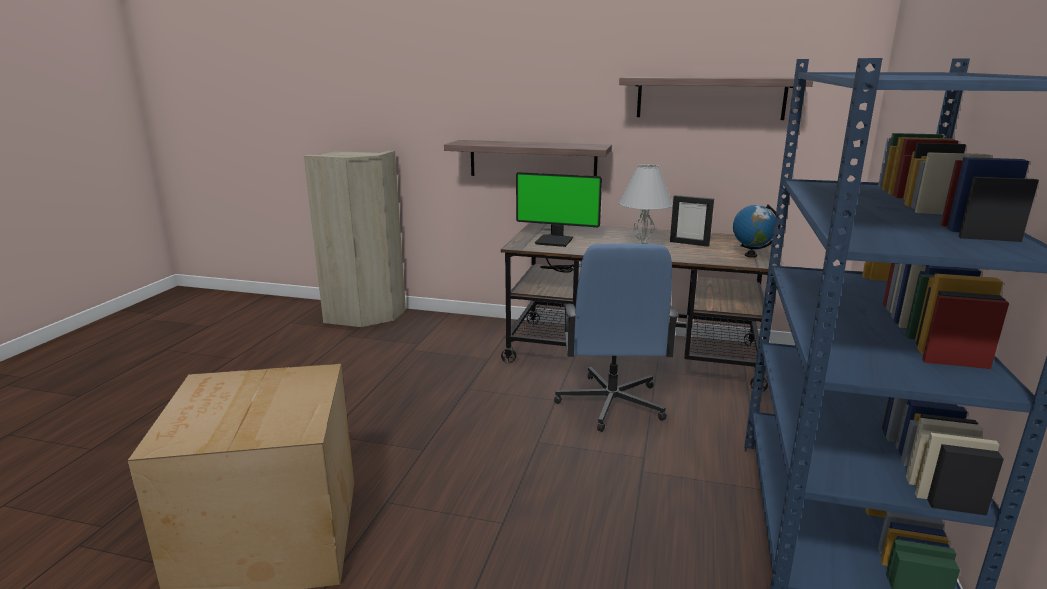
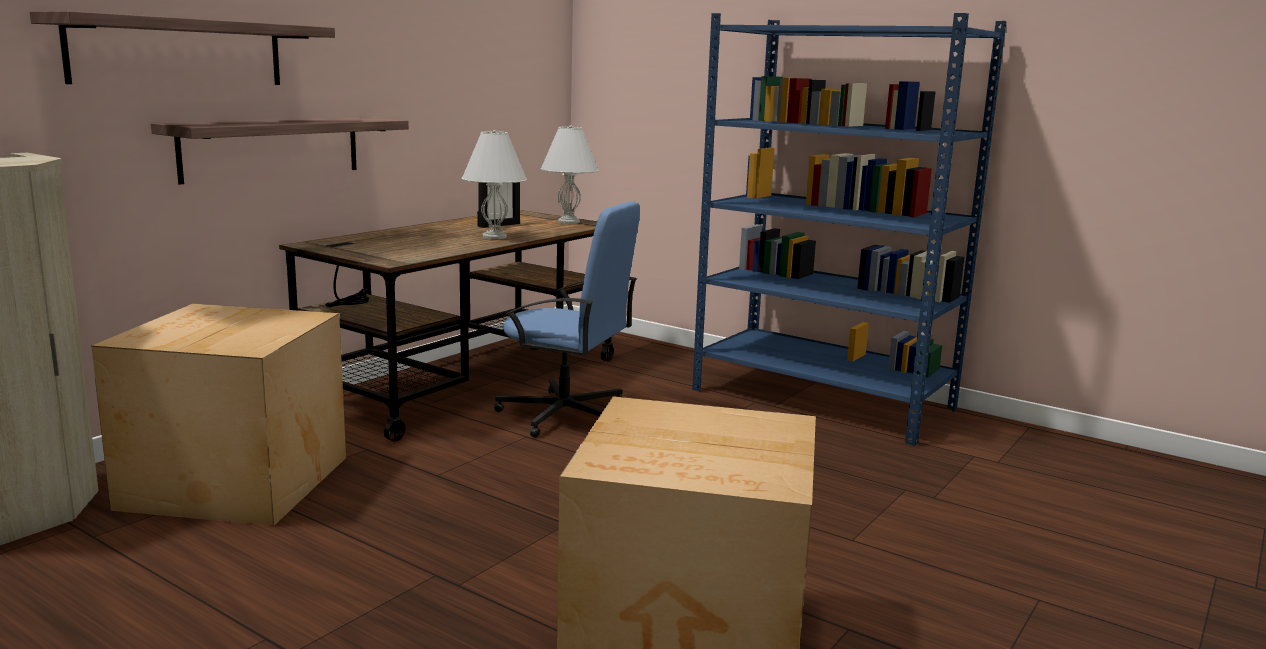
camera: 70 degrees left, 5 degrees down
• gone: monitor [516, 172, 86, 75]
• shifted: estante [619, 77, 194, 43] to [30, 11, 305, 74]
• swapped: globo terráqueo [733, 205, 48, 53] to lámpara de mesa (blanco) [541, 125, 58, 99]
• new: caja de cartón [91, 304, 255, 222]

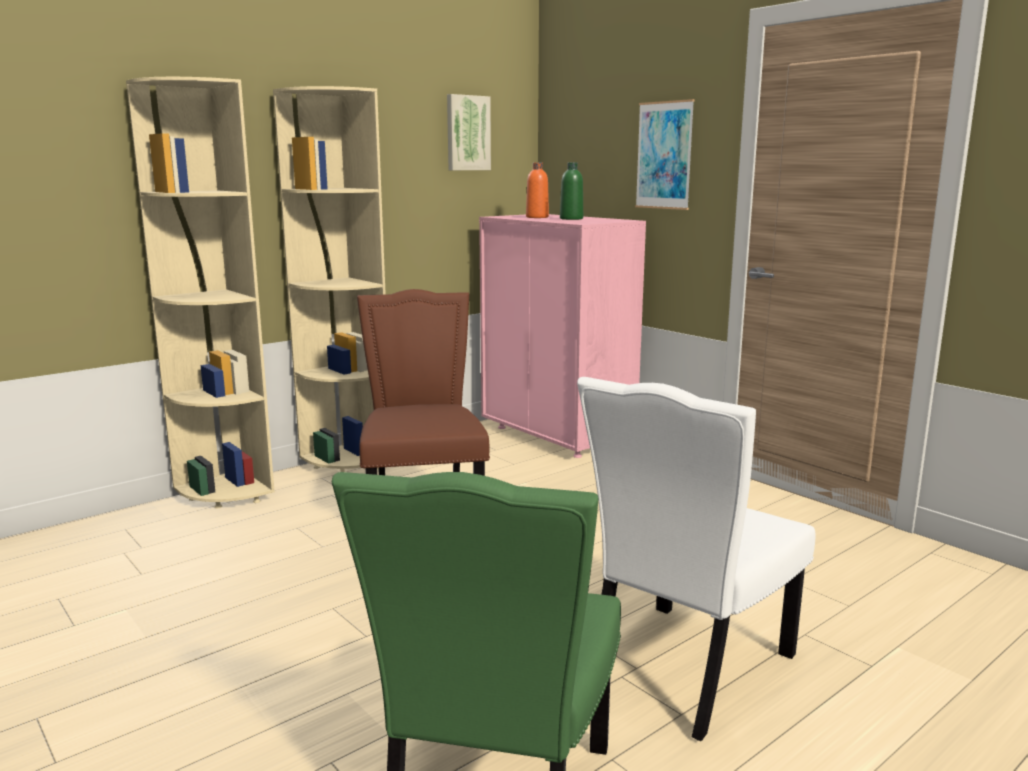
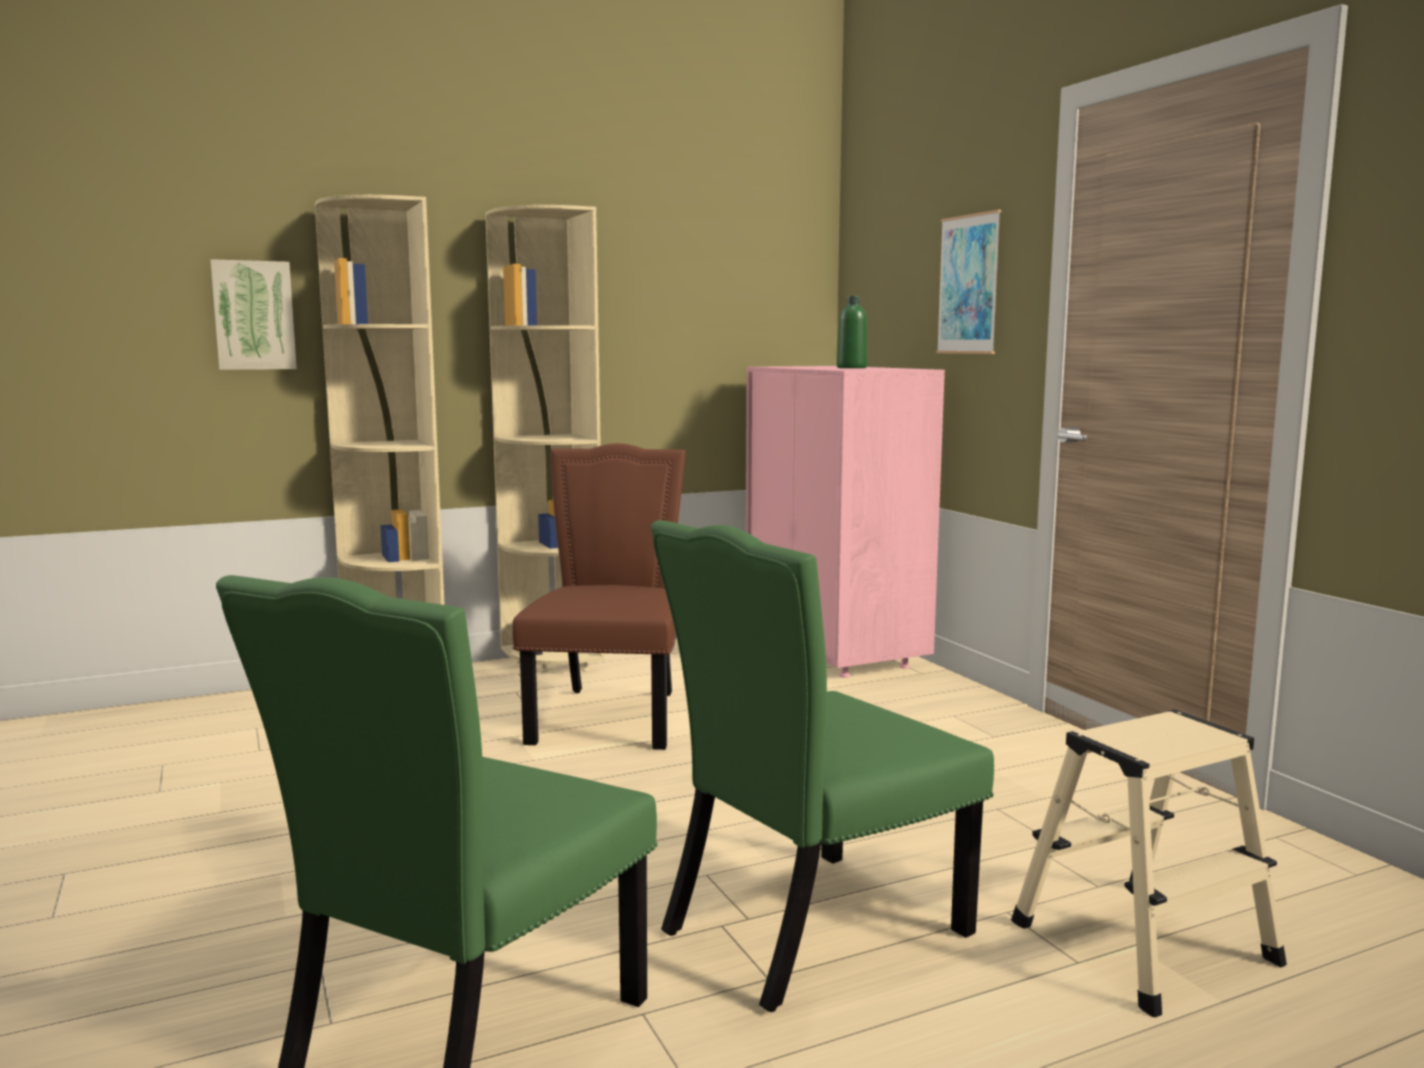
camera: 15 degrees right, 5 degrees down
• shifted: cuadro [447, 94, 44, 76] to [210, 259, 87, 111]
• gone: botella (naranja) [526, 162, 23, 56]
• repainted: silla (blanco) [577, 377, 239, 364] to silla (verde) [651, 520, 343, 492]
• new: escalera de tijera (beis) [1011, 709, 276, 308]

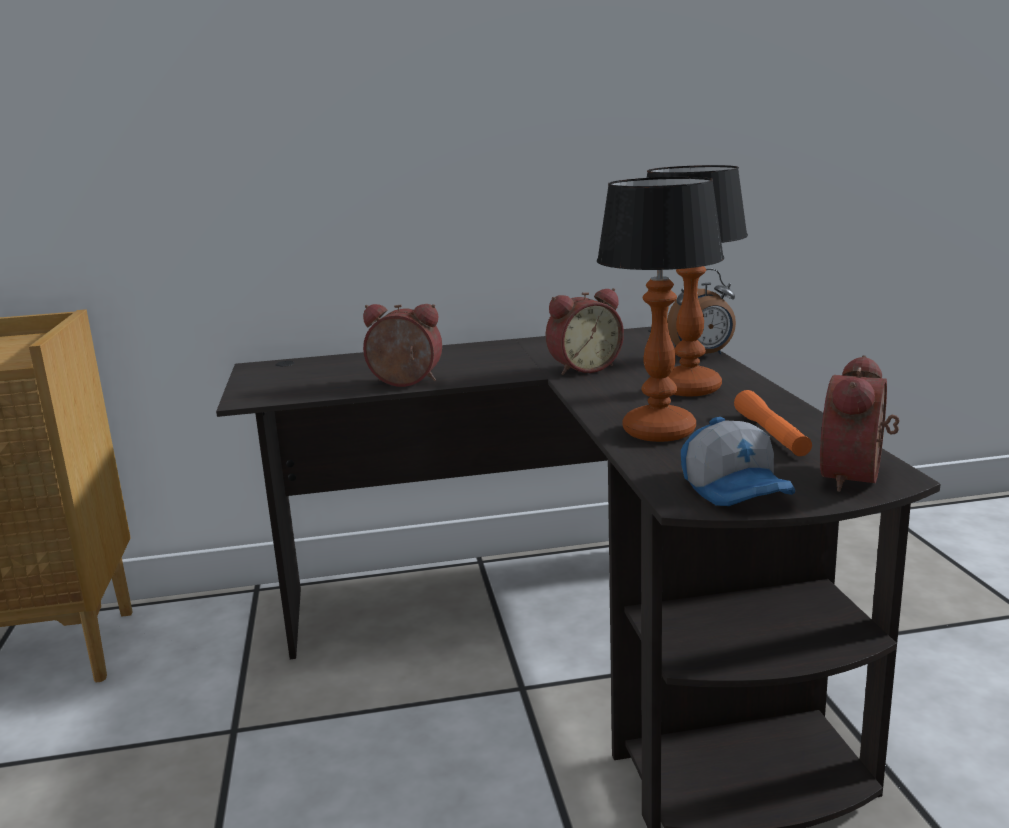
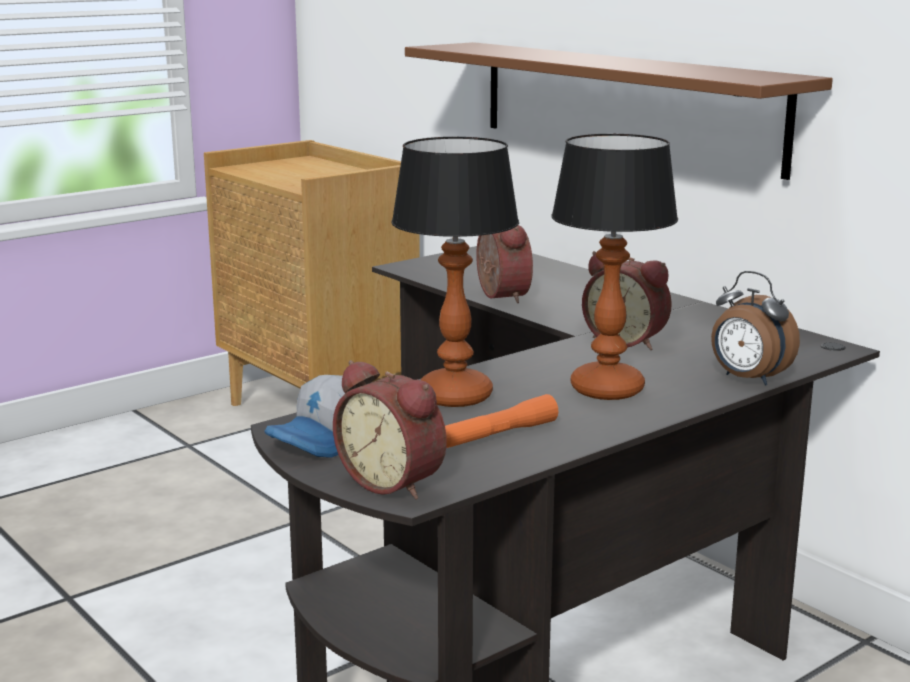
camera: 60 degrees right, 0 degrees up
• rotated: despertador [820, 355, 80, 137] = [333, 360, 114, 140] 135 degrees counterclockwise
• new: estante (marrón) [405, 42, 428, 138]

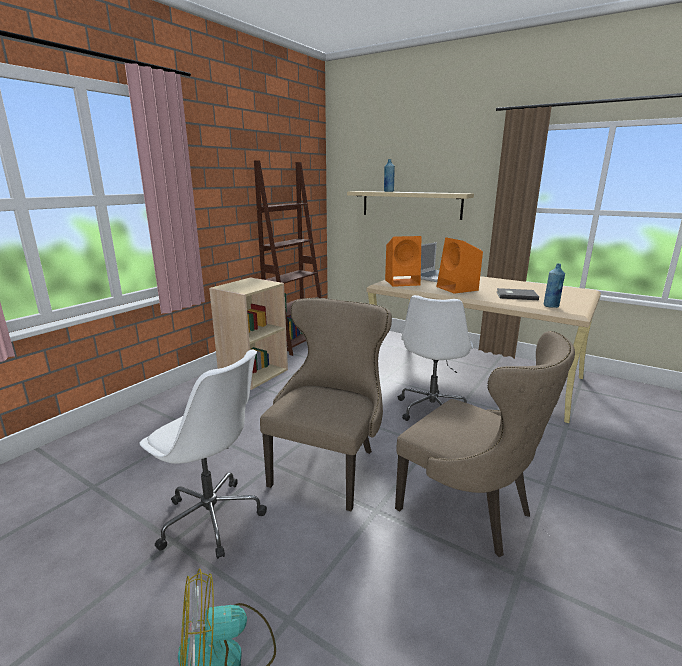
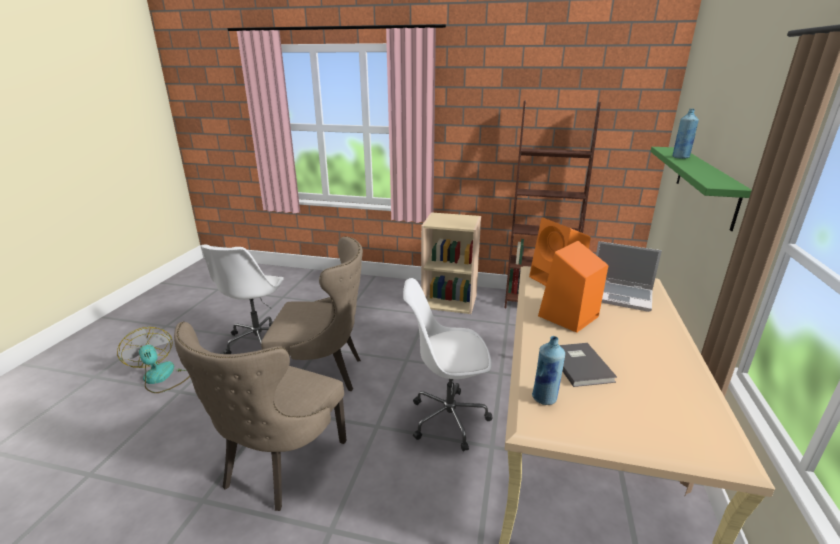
camera: 70 degrees right, 5 degrees up
• repainted: estante (beis) [347, 191, 127, 29] to estante (verde) [650, 147, 102, 84]

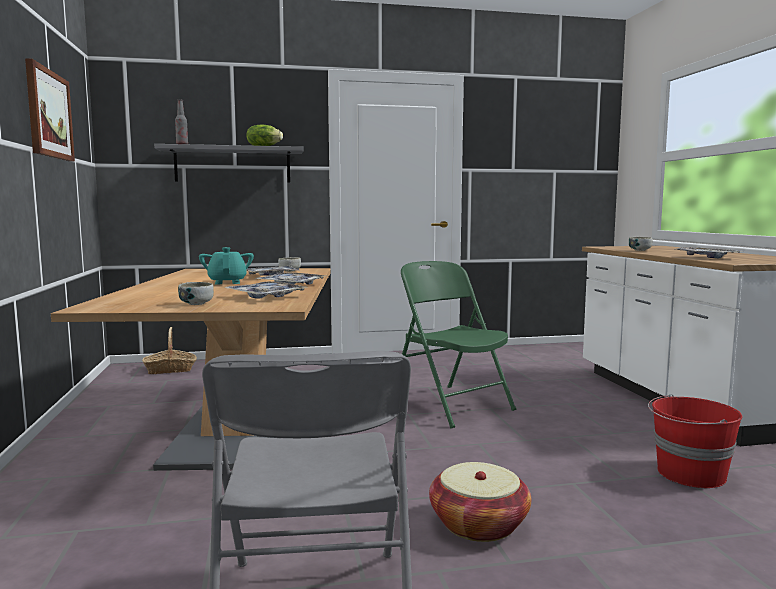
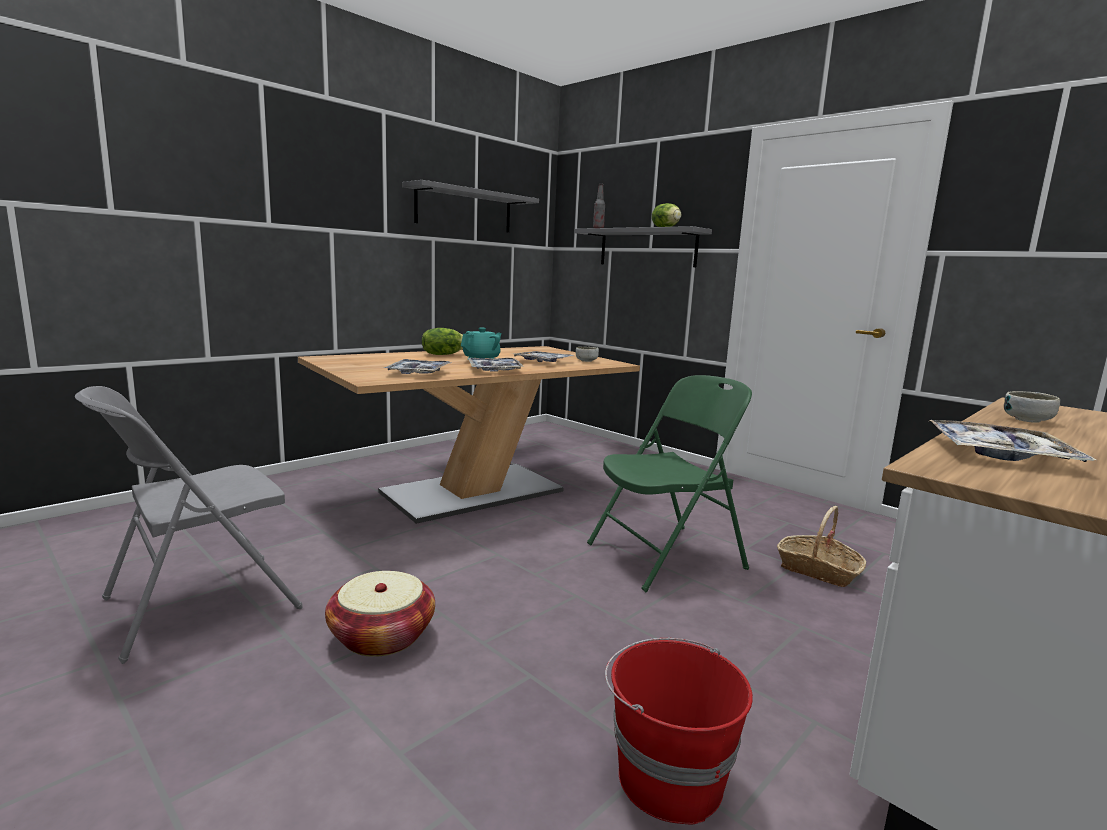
camera: 55 degrees right, 5 degrees up
• swapped: cuadro [25, 58, 50, 104] to estante (gris) [402, 180, 137, 53]
• shifted: cesta [142, 327, 55, 47] to [777, 506, 89, 81]
• gone: cuenco [178, 282, 36, 23]
• rotated: silla (verde) [401, 261, 115, 167] = [587, 375, 165, 217] 45 degrees clockwise
• new: lechuga [421, 328, 42, 27]

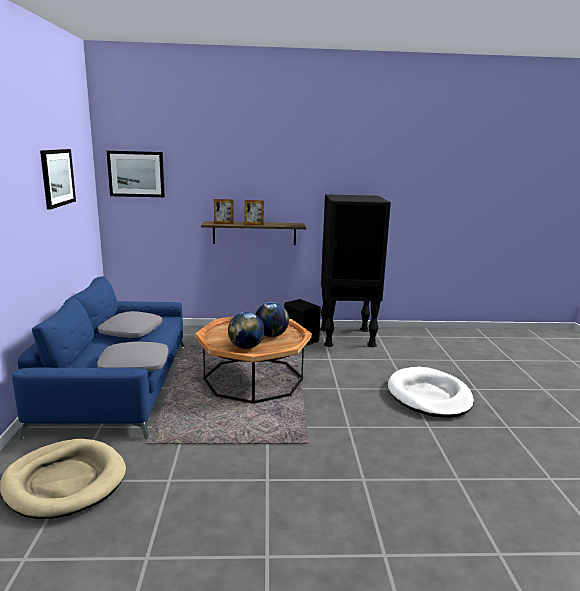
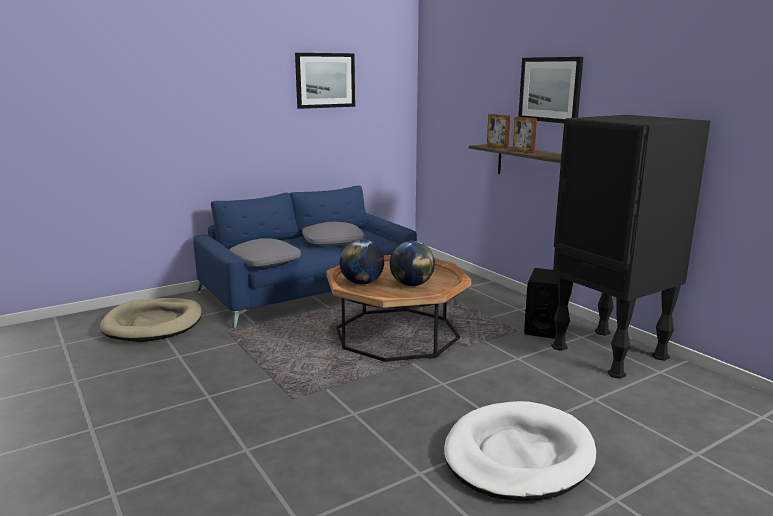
camera: 60 degrees right, 0 degrees up
• shifted: cuadro [107, 151, 58, 46] to [518, 57, 65, 66]

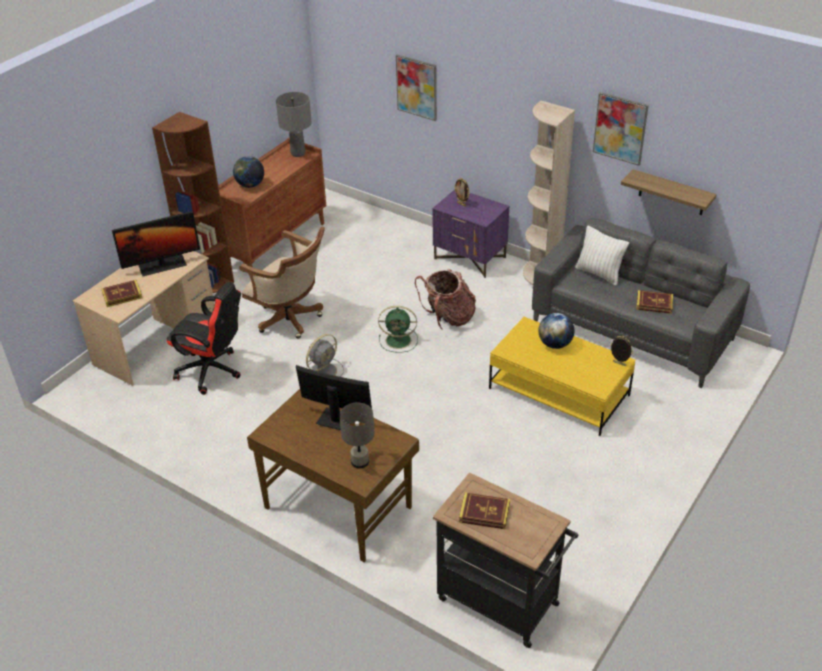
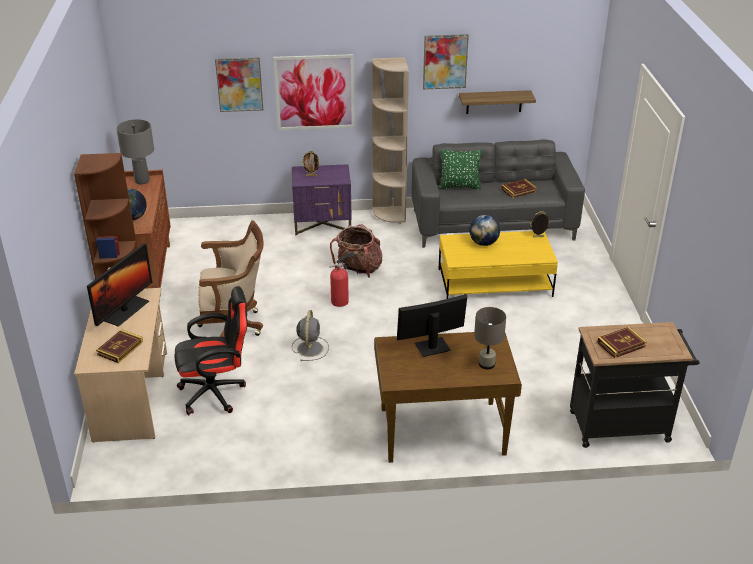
camera: 40 degrees left, 5 degrees down
• swapped: ventilador (verde) [378, 306, 40, 47] to extintor [329, 252, 26, 55]
• repainted: cojín (blanco) [575, 225, 54, 61] to cojín (verde) [440, 150, 42, 39]
• new: cuadro [273, 54, 82, 76]

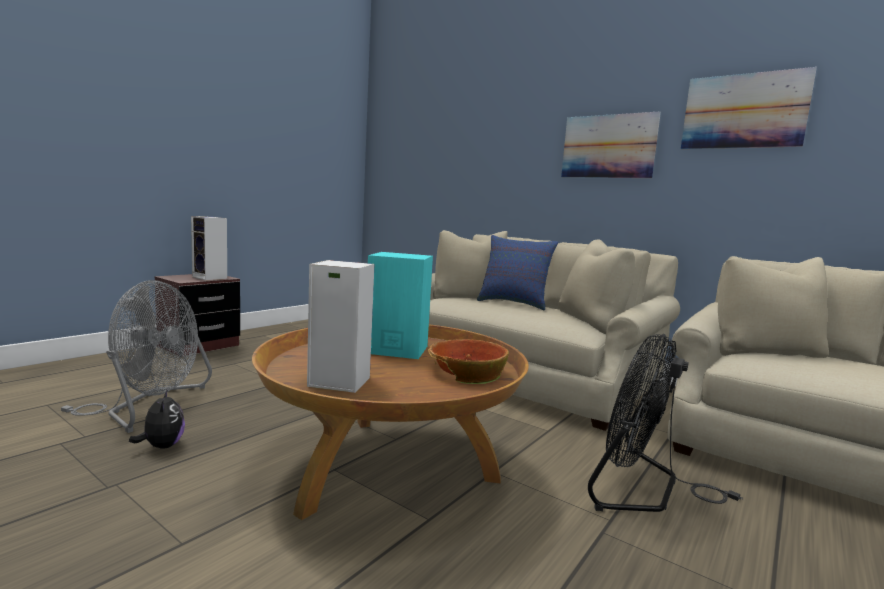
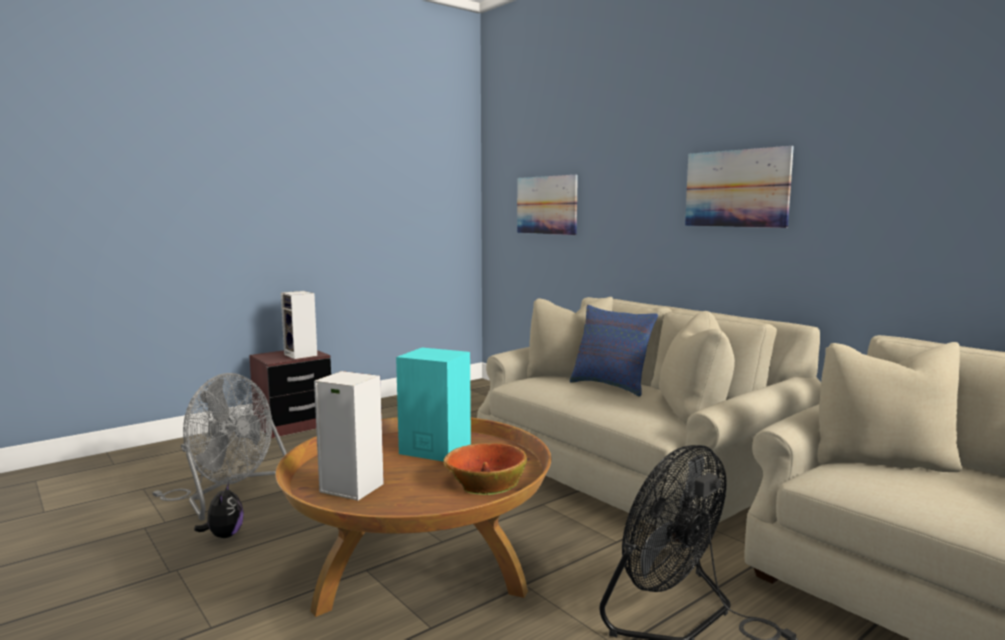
camera: 15 degrees right, 0 degrees up
• shifted: cuadro [681, 67, 136, 82] to [517, 175, 61, 60]

